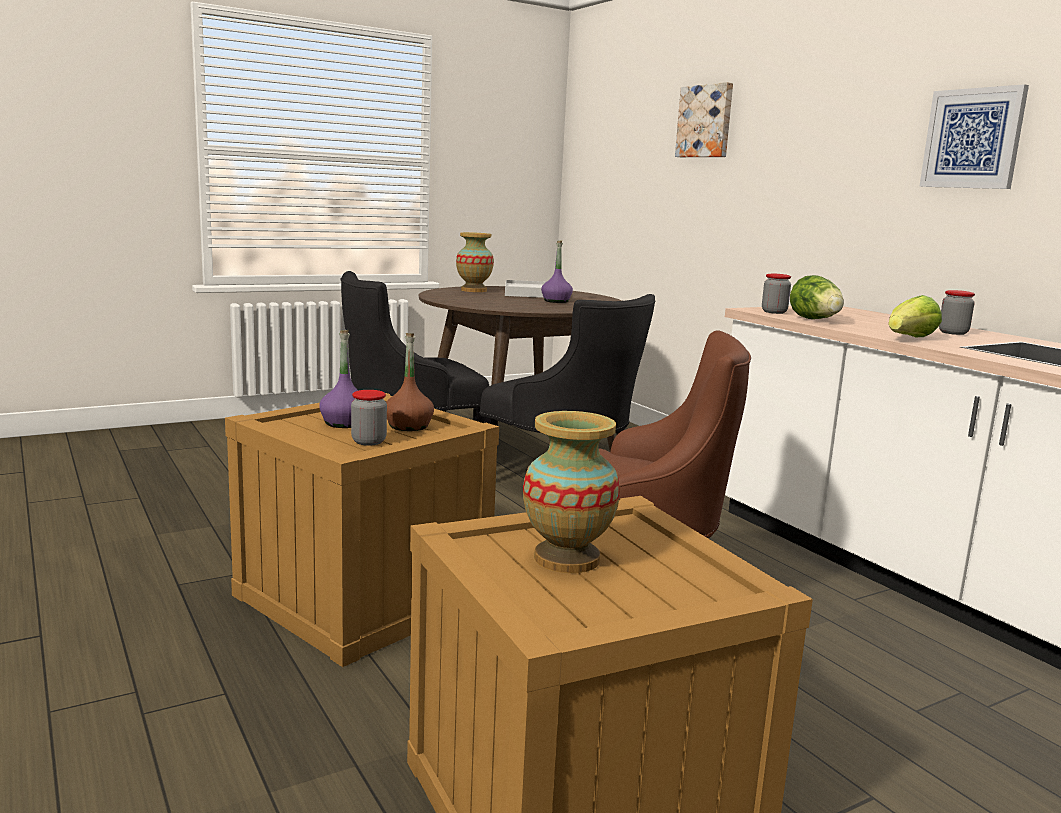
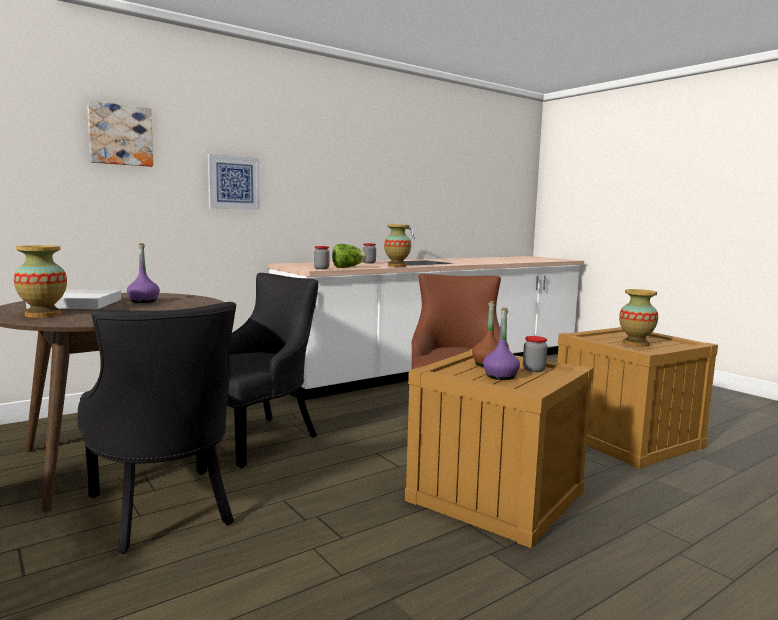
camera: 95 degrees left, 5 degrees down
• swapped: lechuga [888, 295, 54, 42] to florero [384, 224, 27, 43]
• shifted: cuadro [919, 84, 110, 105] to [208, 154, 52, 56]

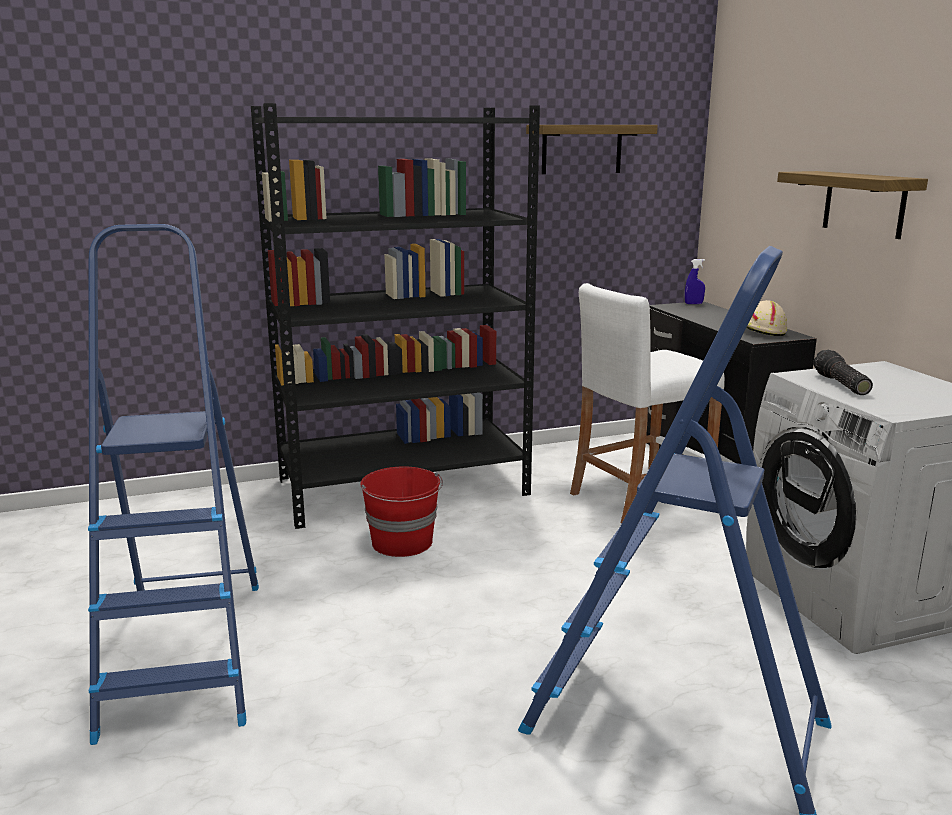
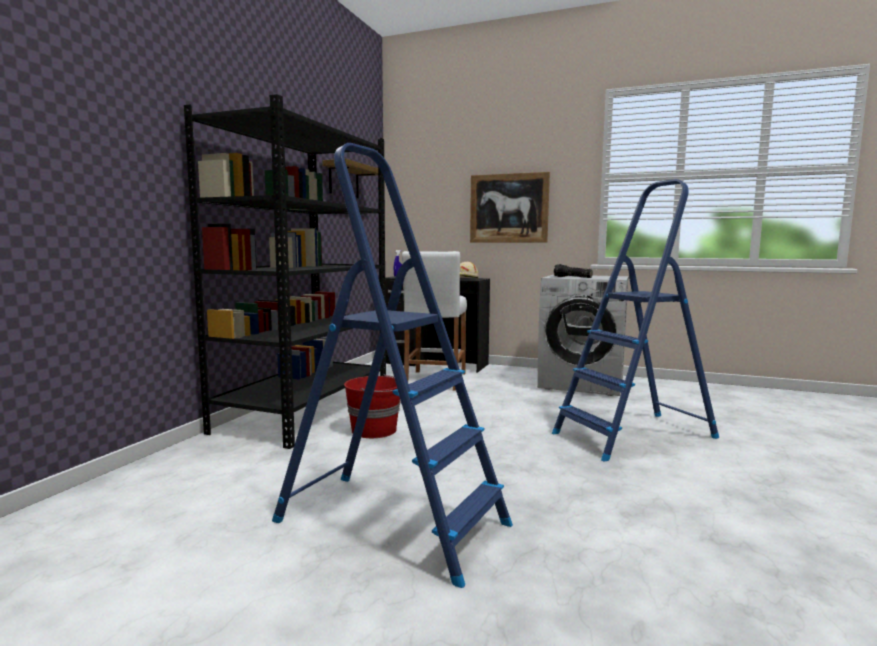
camera: 50 degrees left, 10 degrees down
• swapped: estante [777, 171, 151, 68] to cuadro [470, 172, 80, 71]

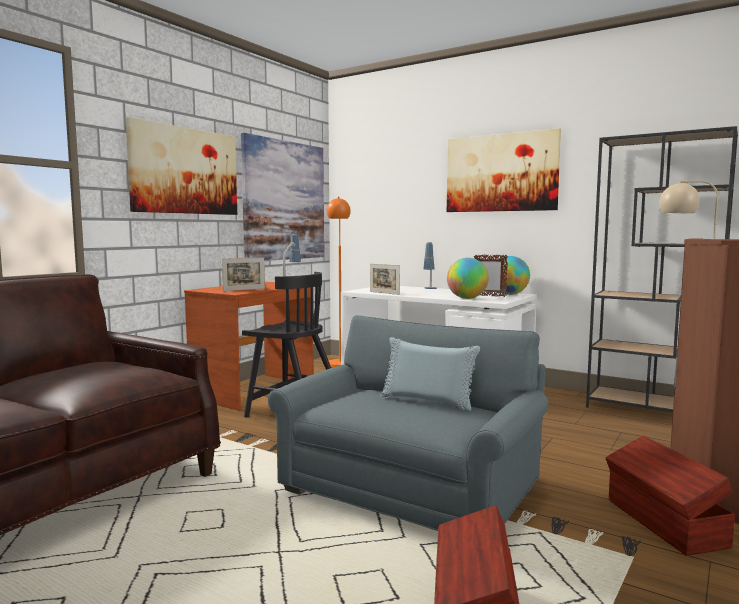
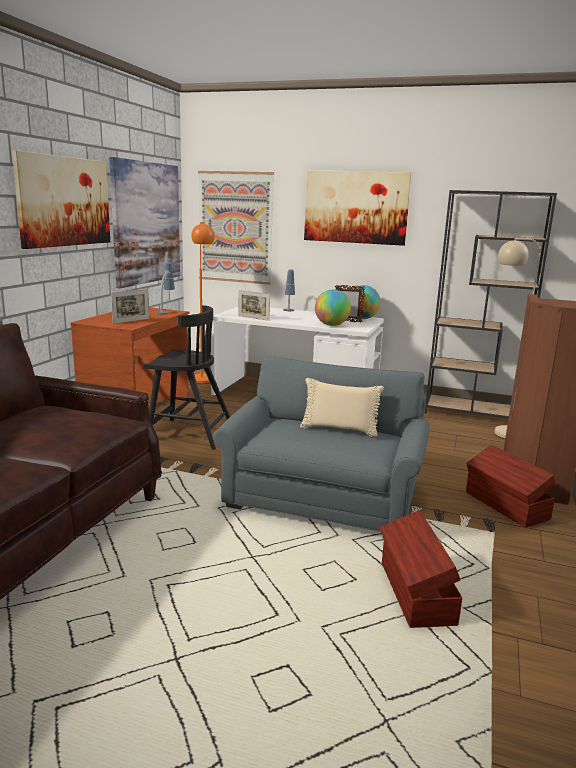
camera: 15 degrees left, 10 degrees up
• repainted: cojín (azul) [381, 337, 99, 74] to cojín (beis) [300, 378, 84, 59]
• new: cuadro [198, 171, 76, 114]

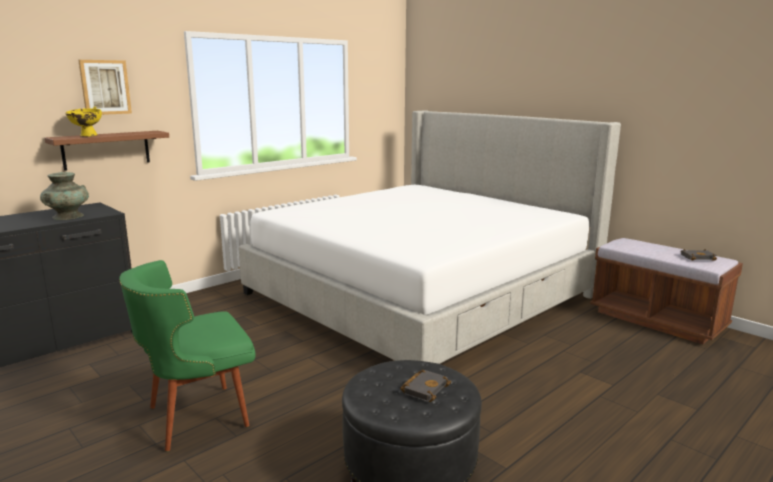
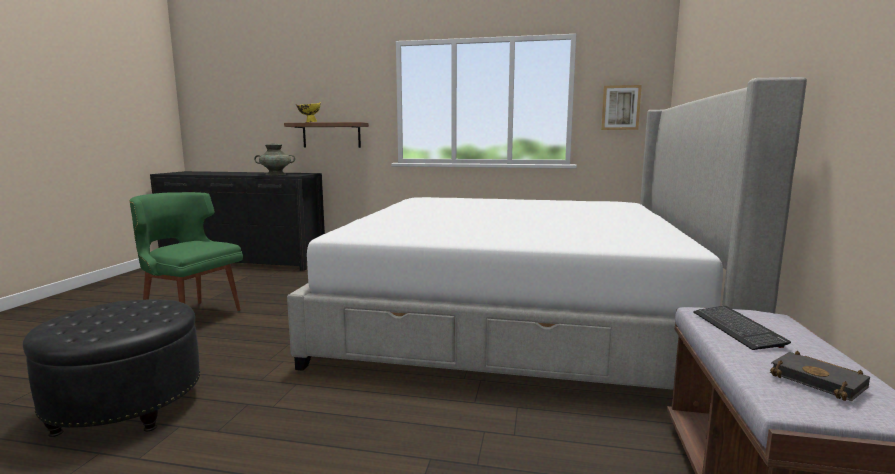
camera: 55 degrees right, 5 degrees down
• shifted: cuadro [78, 60, 54, 55] to [601, 85, 41, 45]
• gone: libro (negro) [400, 370, 51, 32]
• new: teclado [693, 306, 98, 44]

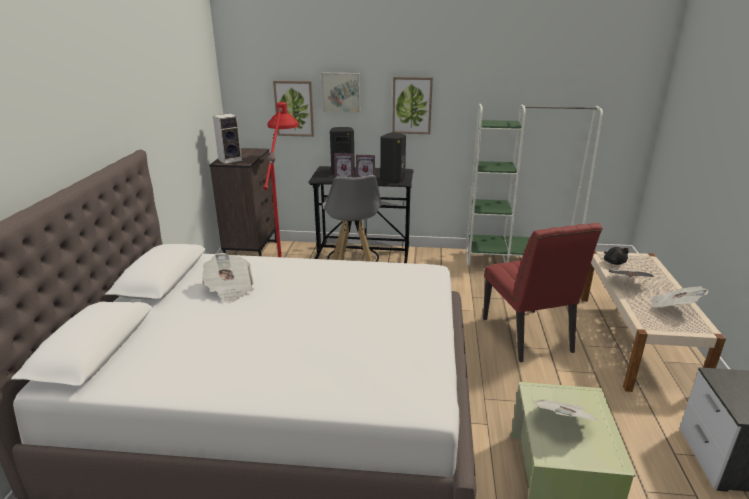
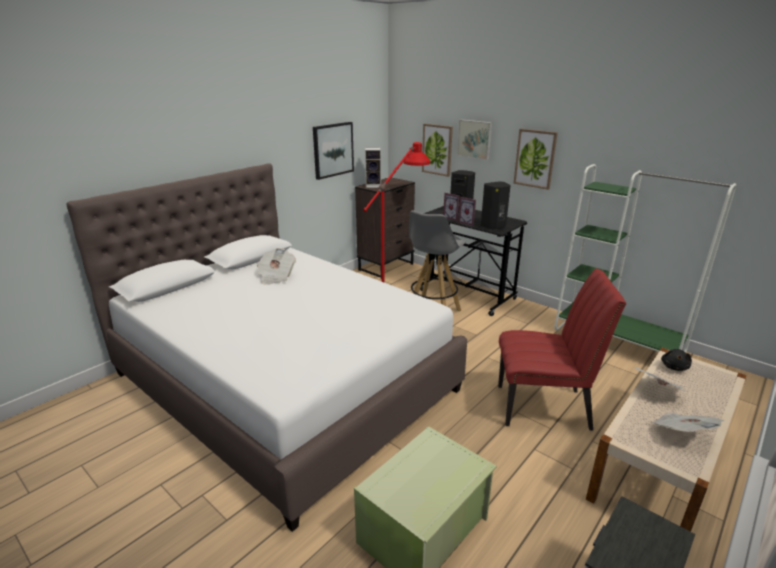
camera: 35 degrees right, 0 degrees up
• rotated: silla (rojo) [483, 223, 119, 139] = [498, 268, 128, 163] 105 degrees counterclockwise
• gone: periódico [534, 399, 64, 22]
• new: cuadro [313, 122, 41, 58]

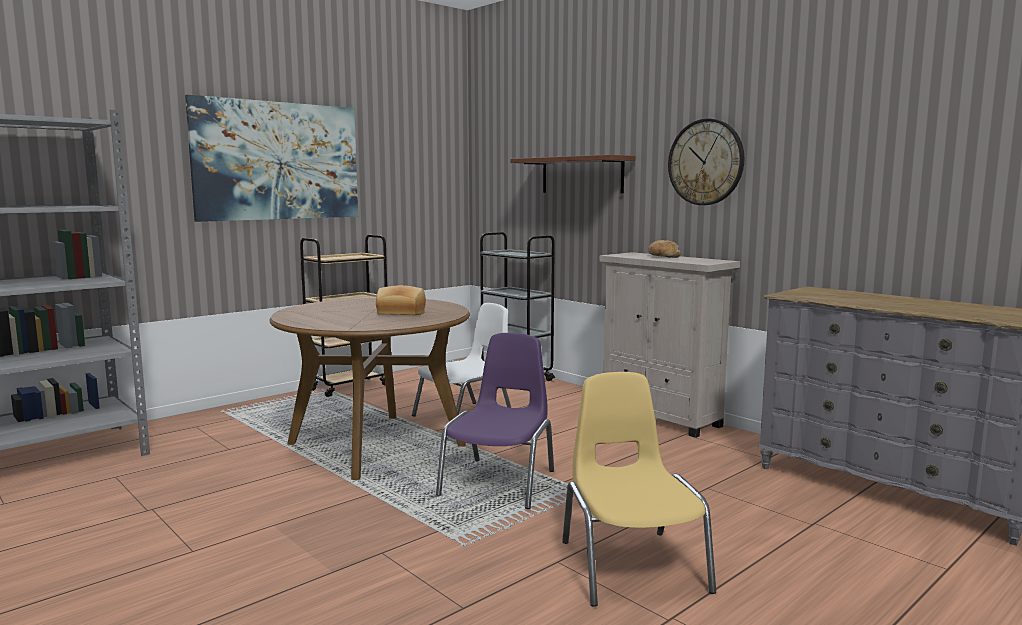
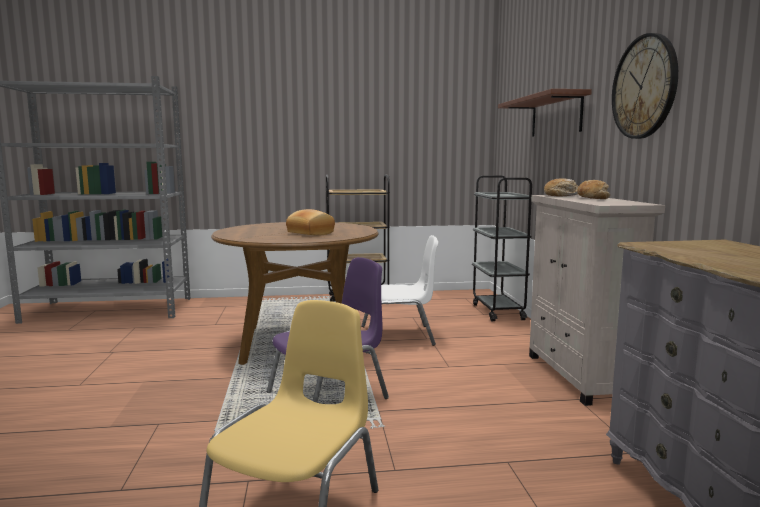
camera: 35 degrees right, 0 degrees up
• gone: cuadro [185, 95, 173, 127]
• new: pan [544, 179, 34, 18]

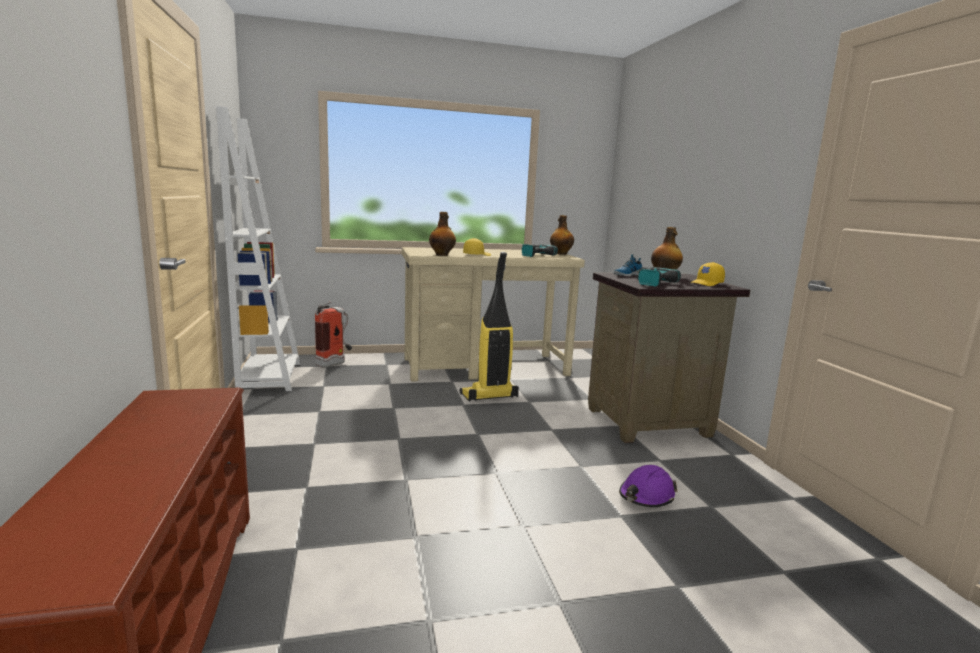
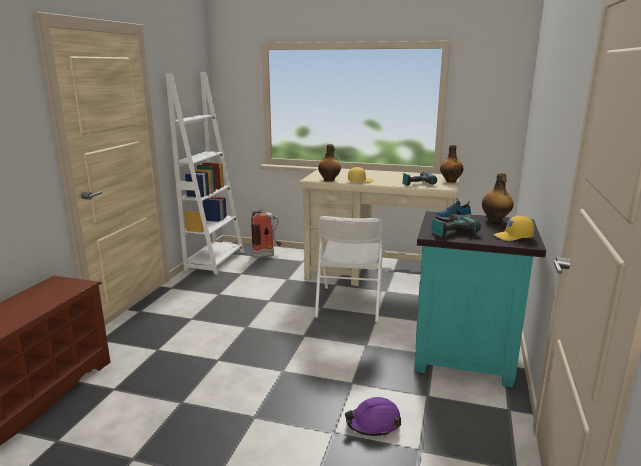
camera: 30 degrees right, 5 degrees up
• swapped: aspiradora [460, 252, 59, 149] to silla (blanco) [314, 216, 69, 106]
• repainted: armario (beis) [588, 273, 162, 170] to armario (turquesa) [415, 211, 131, 176]

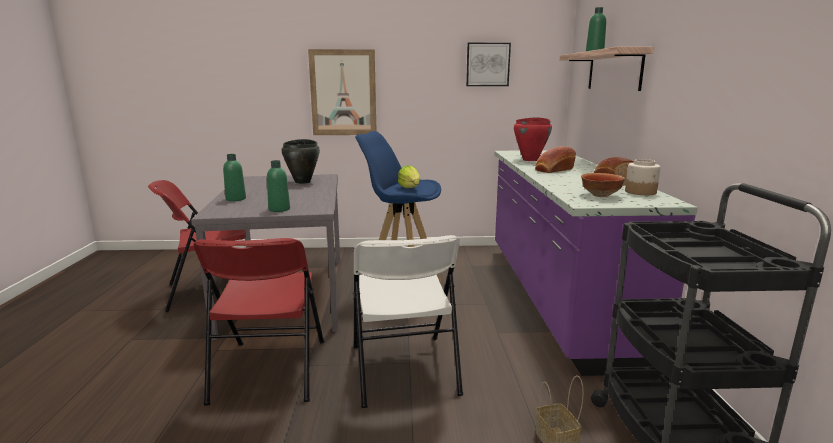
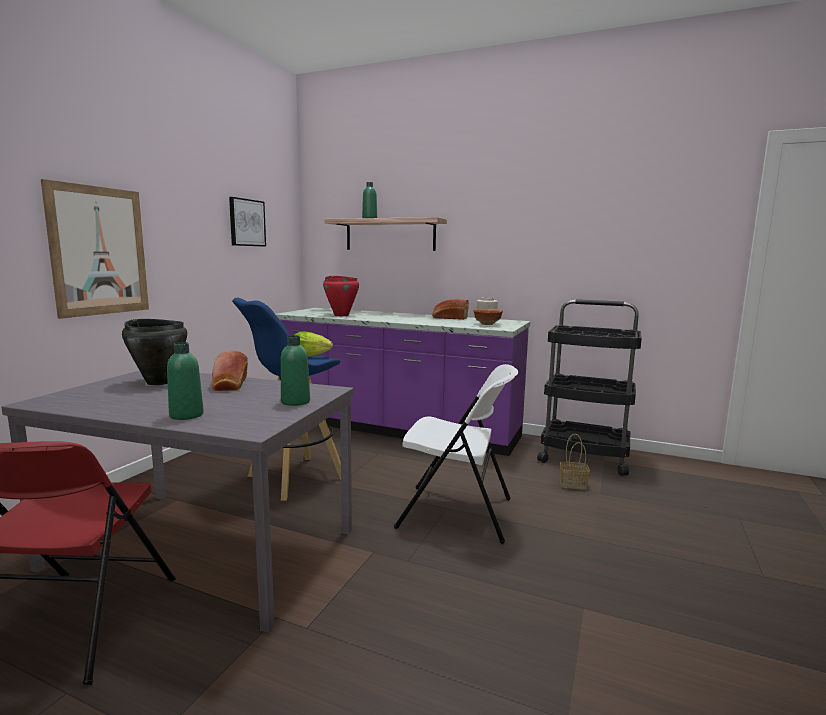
camera: 65 degrees left, 5 degrees down
• gone: silla (rojo) [193, 238, 131, 167]
• shifted: pan [535, 146, 41, 27] to [211, 350, 37, 41]

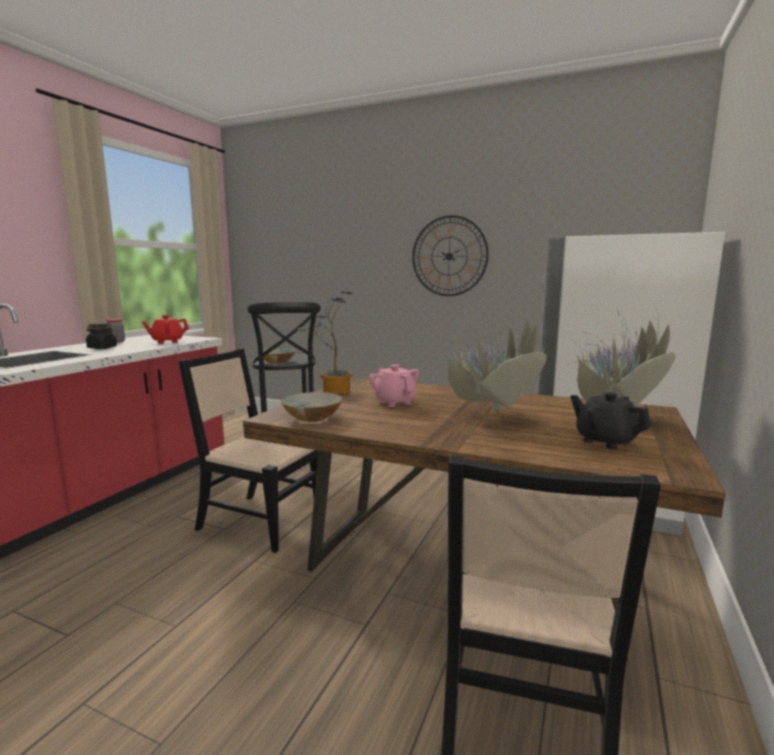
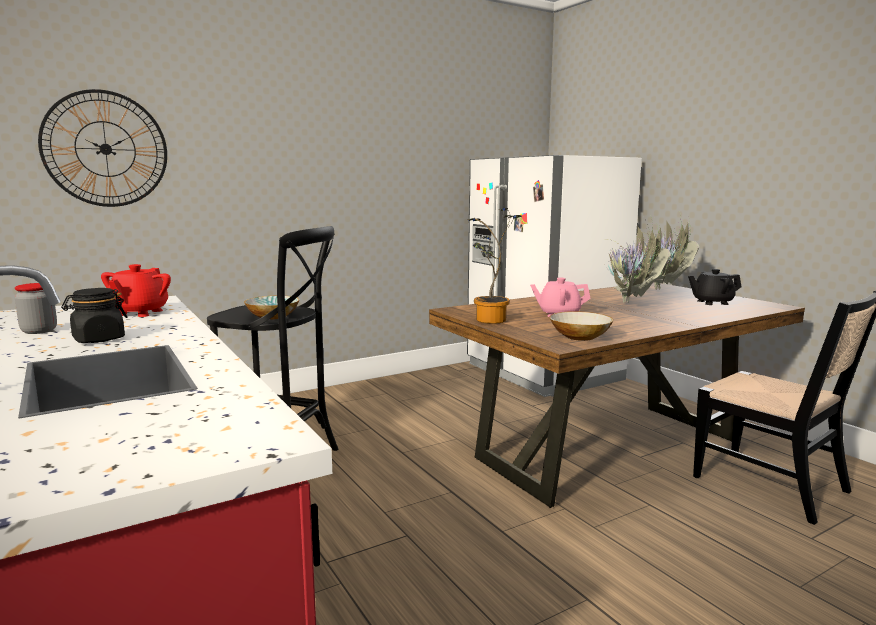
camera: 55 degrees left, 0 degrees up
• gone: silla [178, 348, 140, 205]
• shifted: reloj de pared [412, 215, 77, 81] to [38, 89, 129, 118]

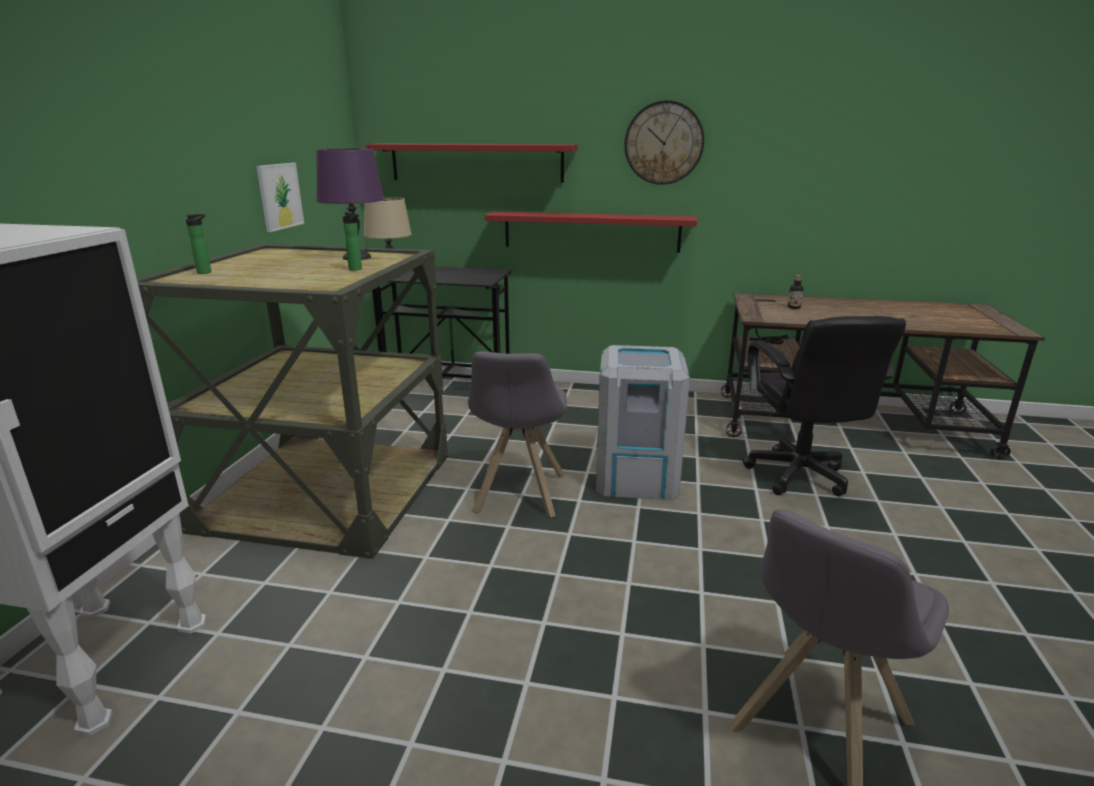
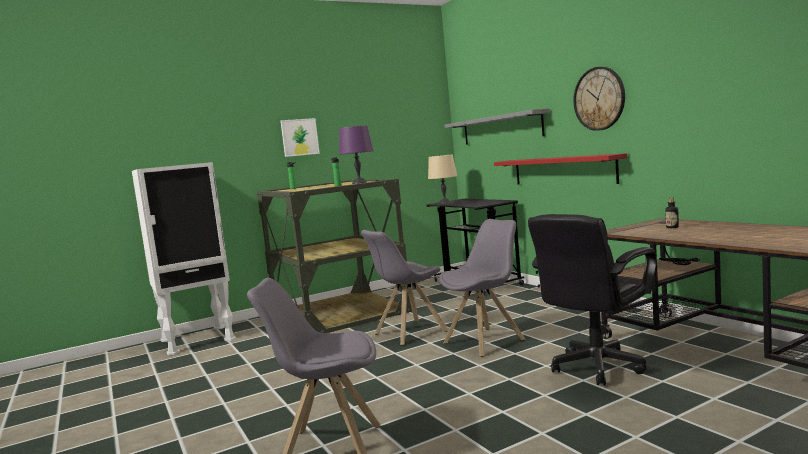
camera: 50 degrees right, 15 degrees down
• shifted: cuadro [256, 163, 48, 69] to [281, 118, 39, 39]
• repainted: estante (rojo) [366, 143, 212, 40] to estante (gris) [445, 108, 105, 37]
• swapped: papelera (gris) [596, 345, 94, 155] to silla (gris) [439, 219, 86, 138]

